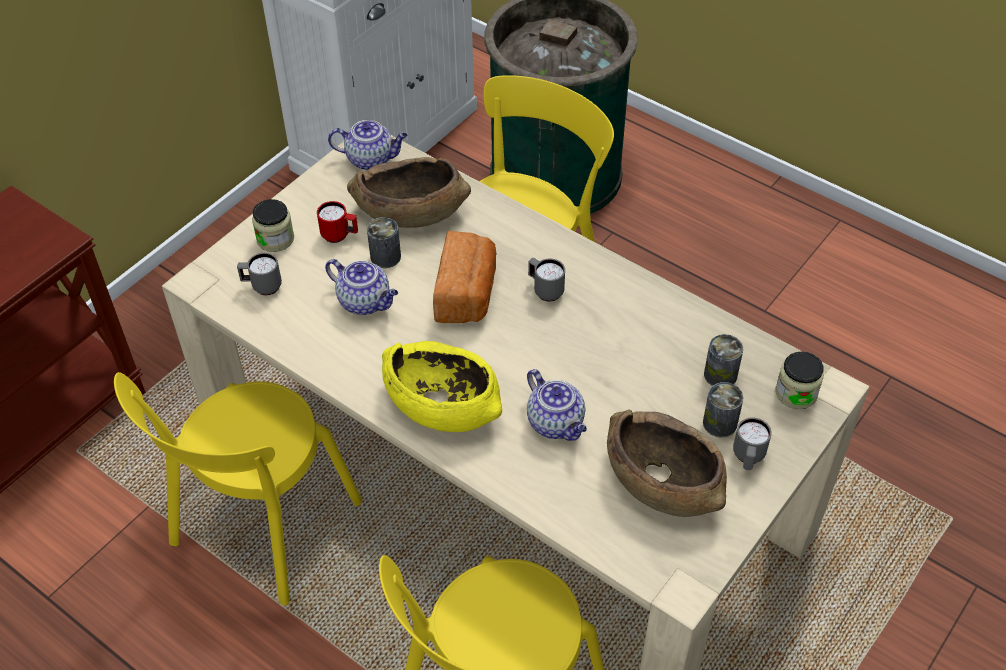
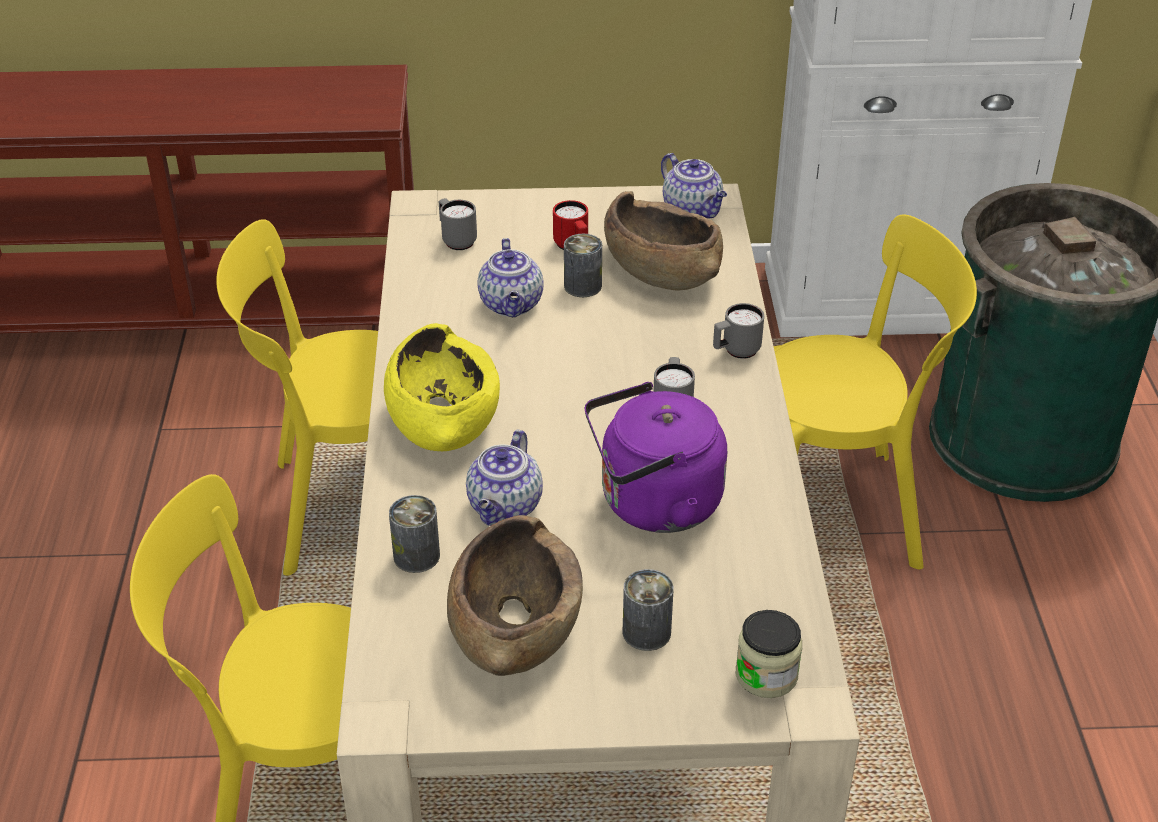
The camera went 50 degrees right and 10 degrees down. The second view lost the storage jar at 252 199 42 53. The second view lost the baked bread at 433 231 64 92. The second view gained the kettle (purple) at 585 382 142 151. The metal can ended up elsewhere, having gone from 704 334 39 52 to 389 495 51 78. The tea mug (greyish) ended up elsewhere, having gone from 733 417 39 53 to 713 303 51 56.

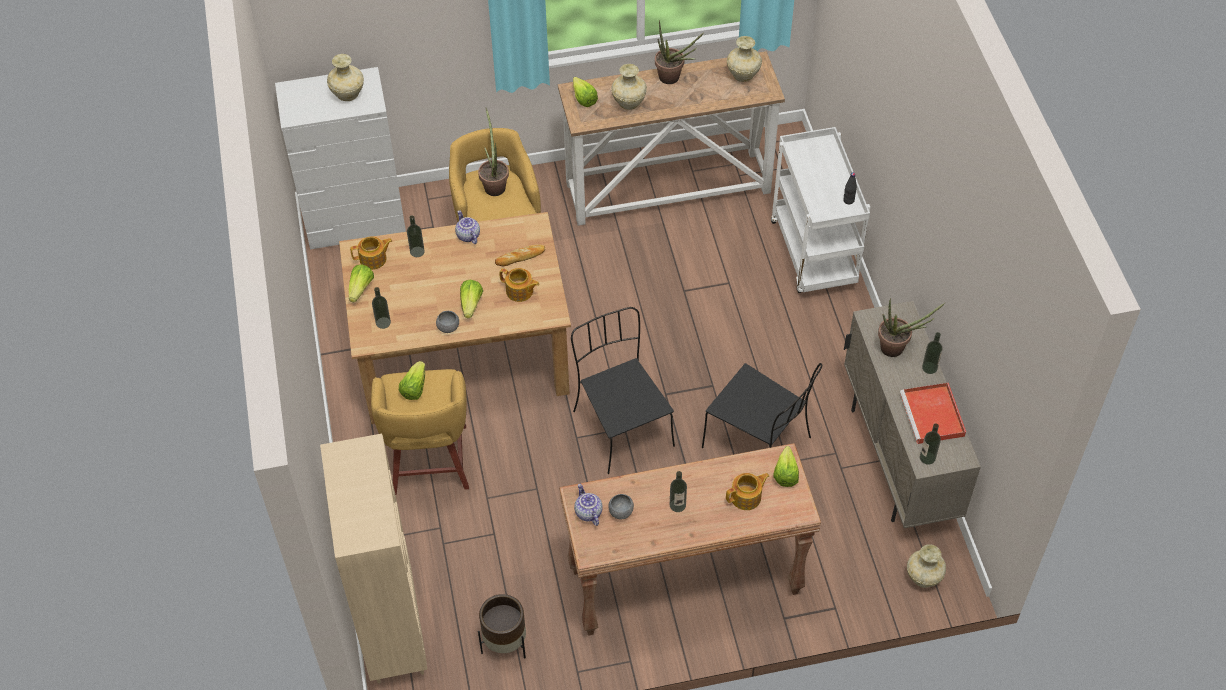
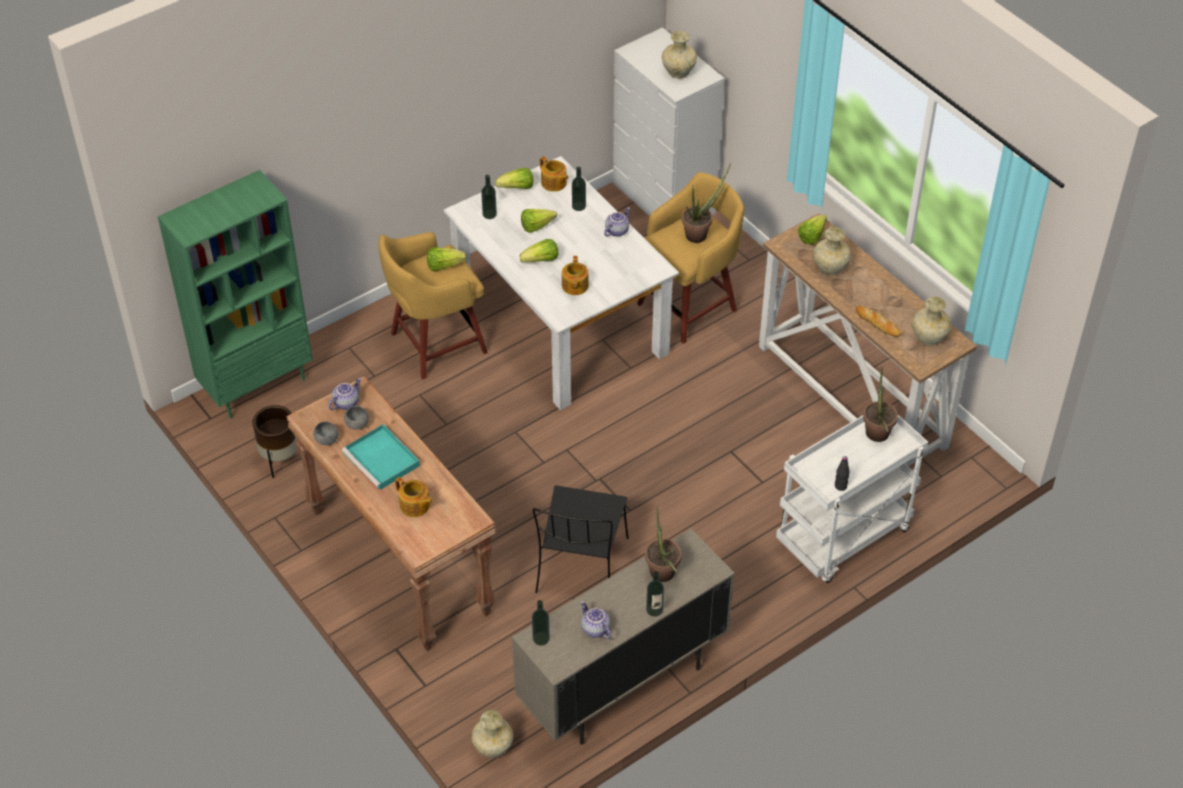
The camera went 65 degrees right and 5 degrees down. The second view lost the chair (black) at 571 307 104 167. The serving bowl (greyish) ended up elsewhere, having gone from 436 311 23 22 to 314 421 24 24. The baked bread ended up elsewhere, having gone from 495 245 50 22 to 856 305 46 32. The plant in a pot ended up elsewhere, having gone from 655 20 49 64 to 863 367 35 75. The head of lettuce ended up elsewhere, having gone from 773 446 26 41 to 521 209 36 24. Where the beverage bottle stood at 670 471 17 41, the tray (turquoise-coloured) came to stand at 342 424 78 67. Where the tray (red-coloured) stood at 900 383 66 61, the pot for tea came to stand at 580 601 31 38. What was the bookshelf (beige) at 320 434 107 249 turned into the bookshelf (green-coloured) at 158 170 155 248. What was the dining table (brown) at 339 212 232 212 turned into the dining table (white-coloured) at 443 156 236 254.

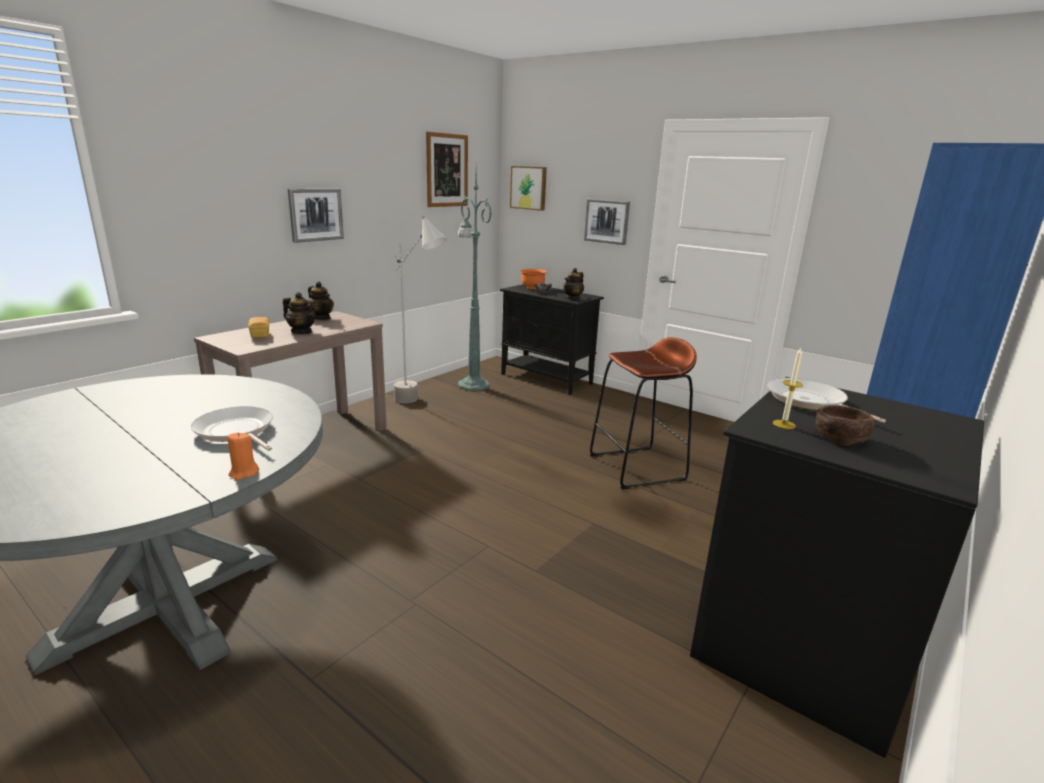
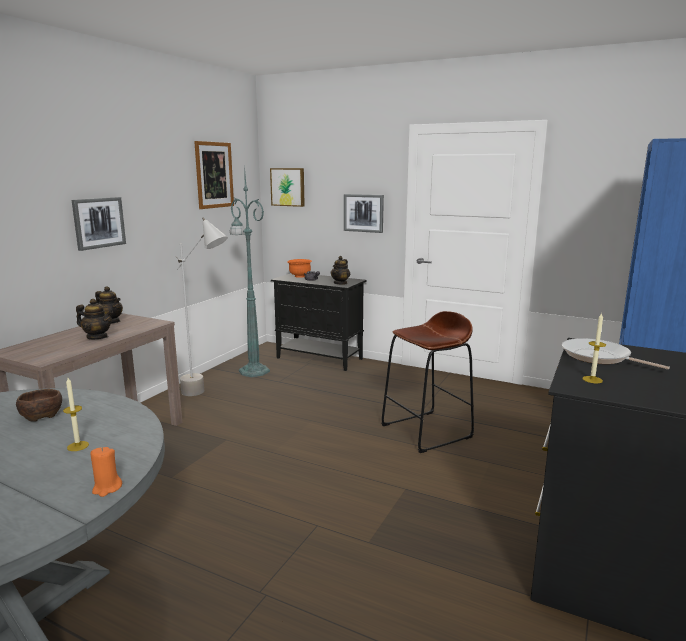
The camera went 10 degrees left and 5 degrees down. The second view lost the baked bread at 248 317 21 21. The serving bowl (brown) ended up elsewhere, having gone from 815 405 60 41 to 16 389 46 33. Where the frying pan stood at 191 406 82 45, the candle came to stand at 63 378 26 73.

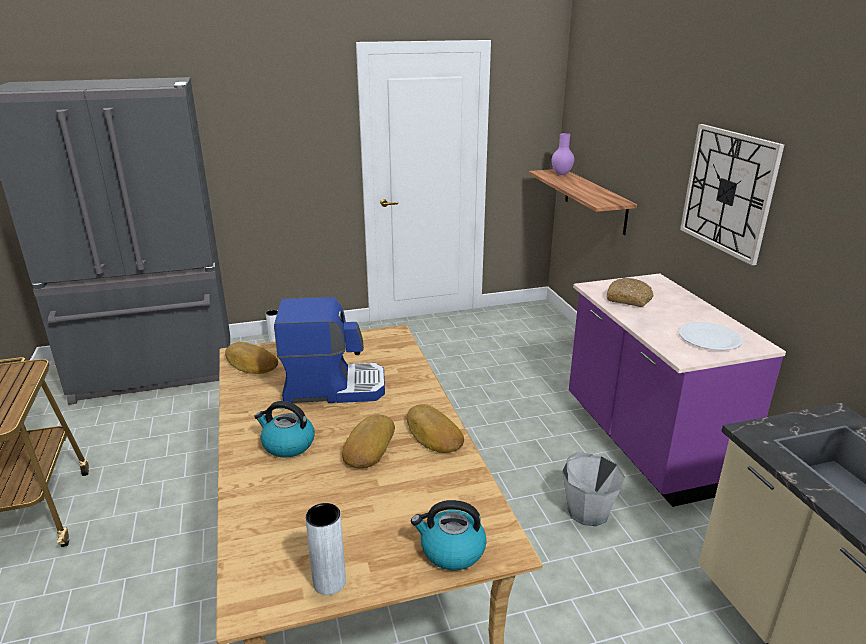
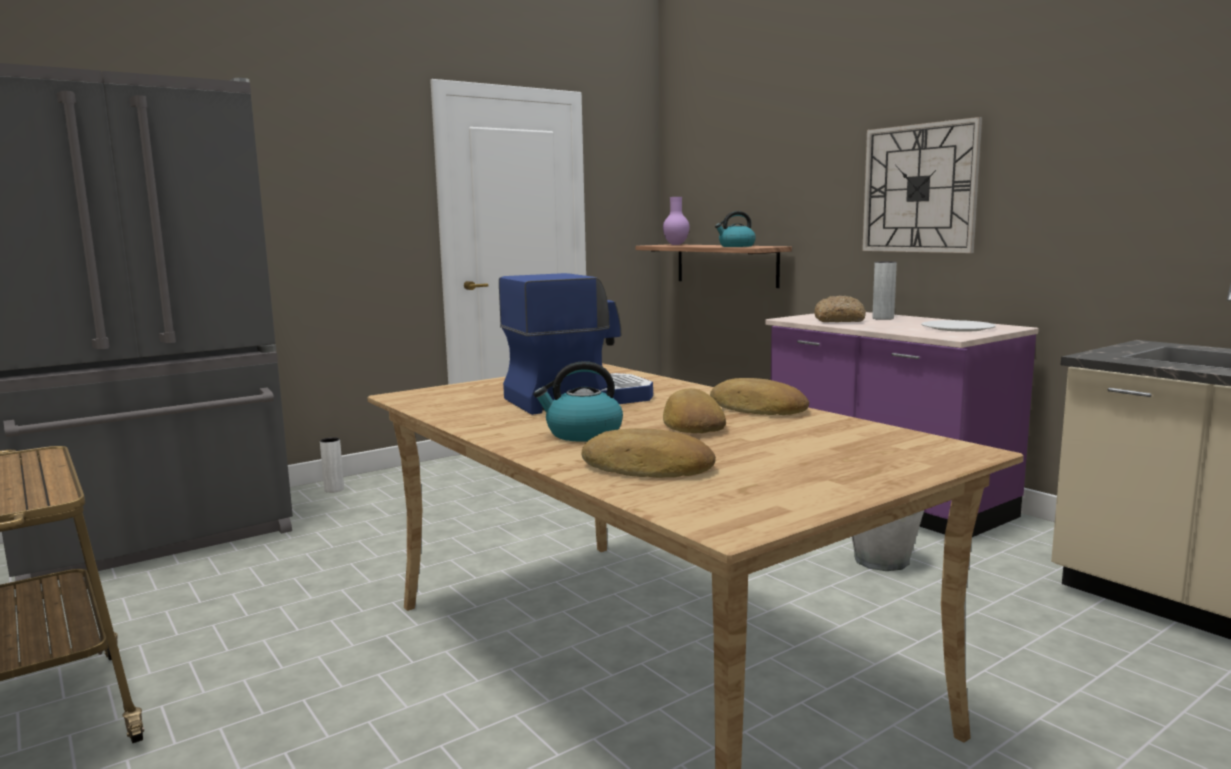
The camera went 20 degrees left and 15 degrees down. The baked bread ended up elsewhere, having gone from 225 342 53 32 to 582 428 134 50. The flower vase (greyish) ended up elsewhere, having gone from 305 503 41 92 to 872 261 25 59. The kettle ended up elsewhere, having gone from 411 500 76 71 to 715 211 41 36.

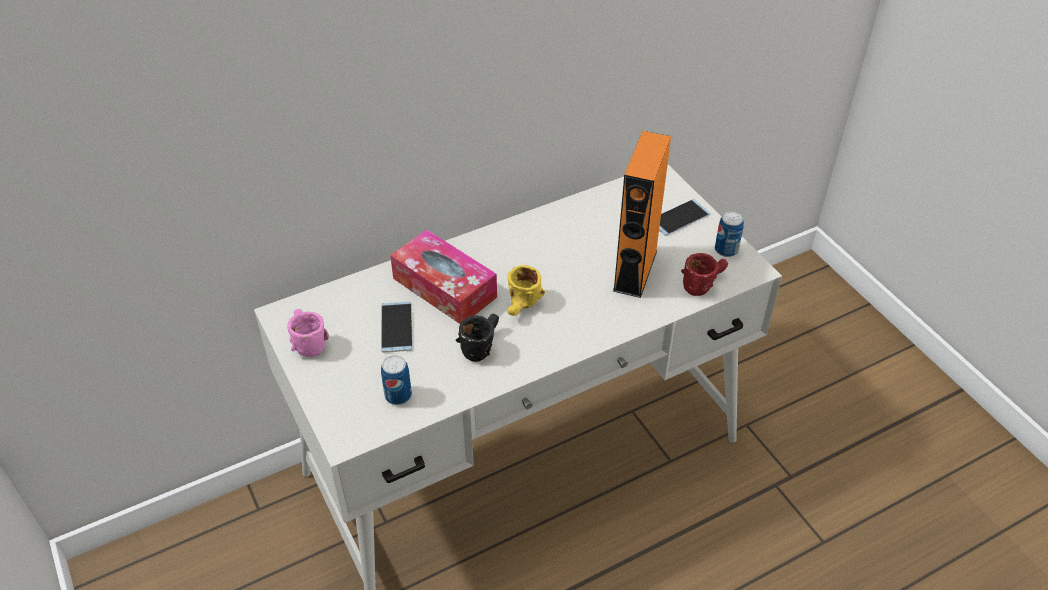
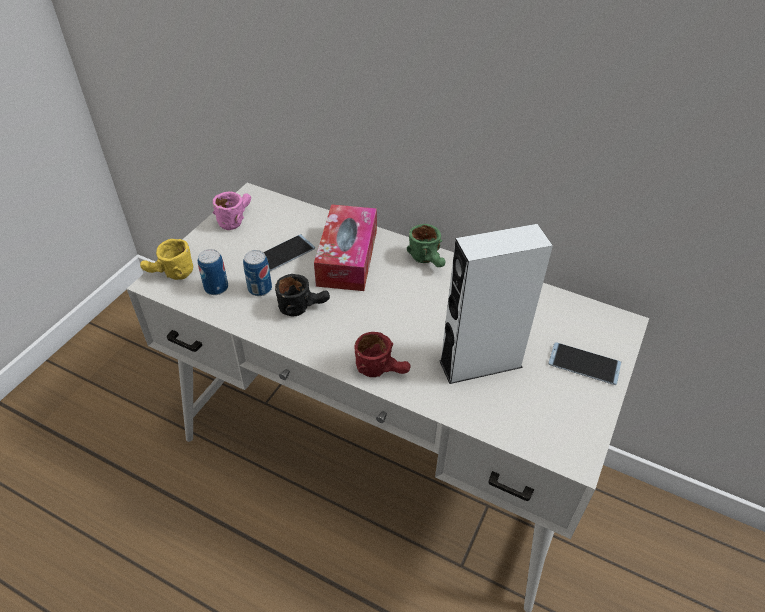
The camera went 55 degrees right and 0 degrees up. The second view gained the tea mug (green-coloured) at 407 224 38 43. The tea mug (yellow) ended up elsewhere, having gone from 507 265 38 51 to 140 239 53 41. The tea mug (red-coloured) ended up elsewhere, having gone from 681 253 47 43 to 354 332 56 45. The metal can ended up elsewhere, having gone from 715 212 29 45 to 243 250 29 46. What was the speaker (orangey) at 613 131 58 167 turned into the speaker (white-coloured) at 439 224 114 160.

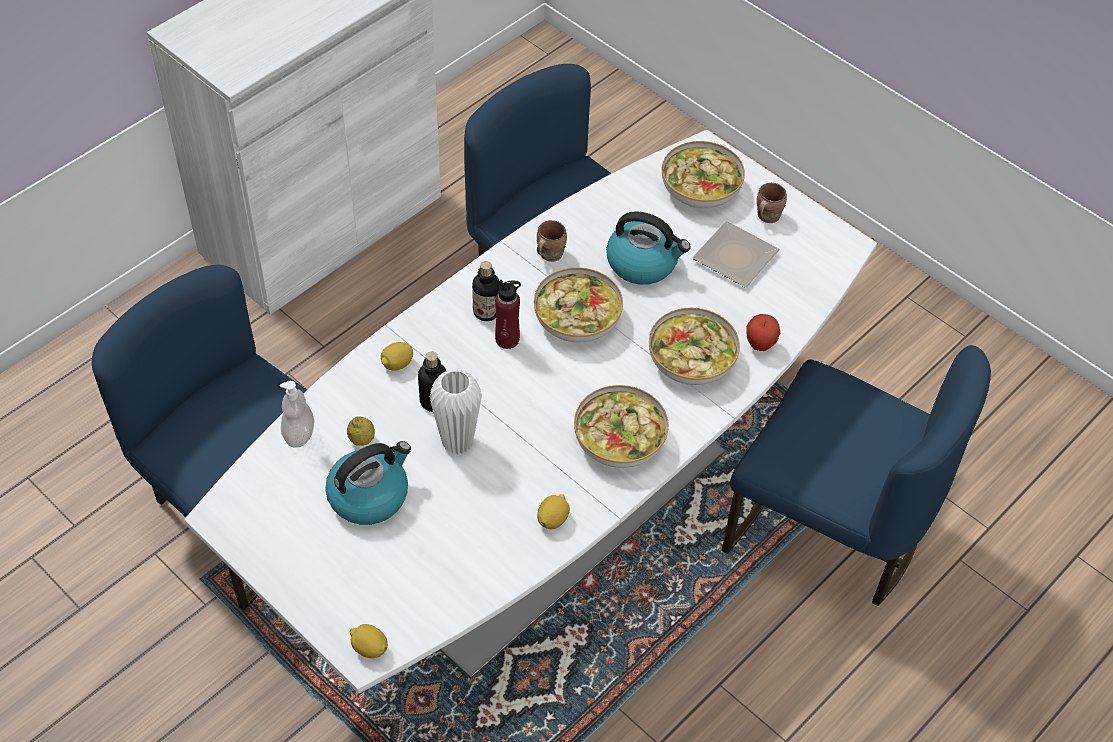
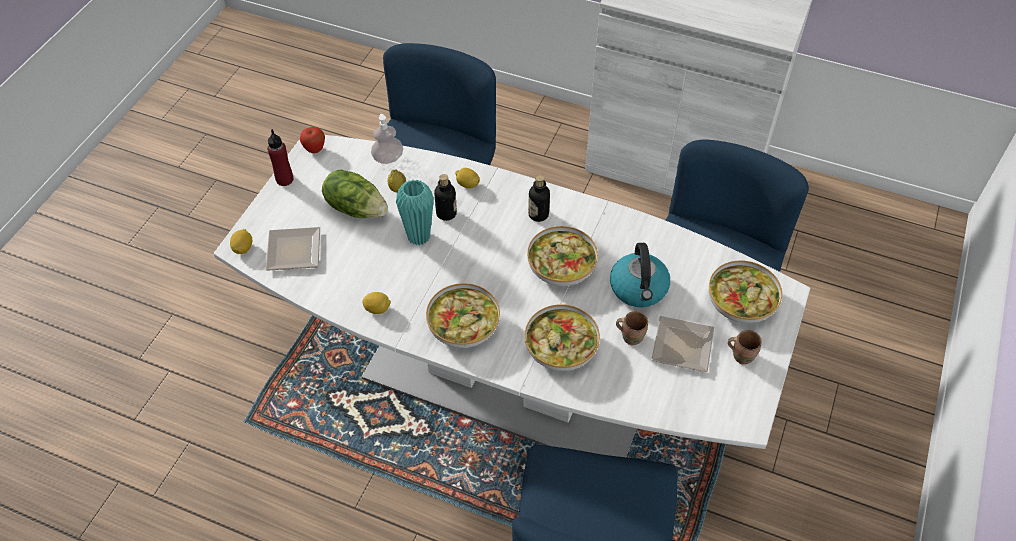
The camera went 70 degrees right and 0 degrees up. The second view gained the flat dish at 266 227 54 44. The beverage bottle (red-coloured) ended up elsewhere, having gone from 495 280 26 69 to 267 129 26 57. The tea mug (brown) ended up elsewhere, having gone from 537 220 30 42 to 616 311 32 34. The apple fruit ended up elsewhere, having gone from 746 314 34 37 to 300 127 25 26. Where the kettle stood at 325 441 86 84, the head of lettuce came to stand at 322 170 66 48. What was the flower vase (white-coloured) at 430 369 52 85 turned into the flower vase (turquoise-coloured) at 396 180 38 65.

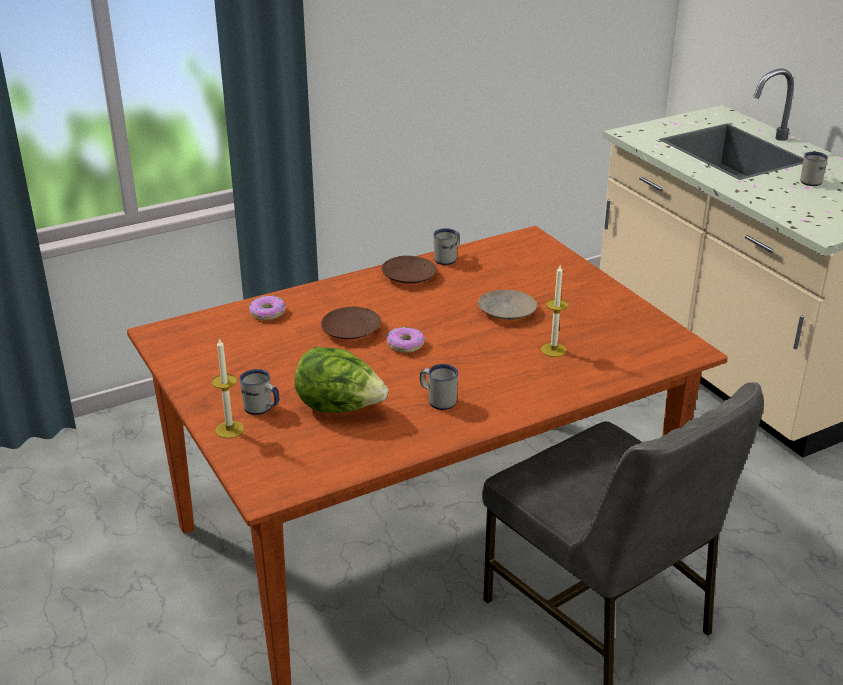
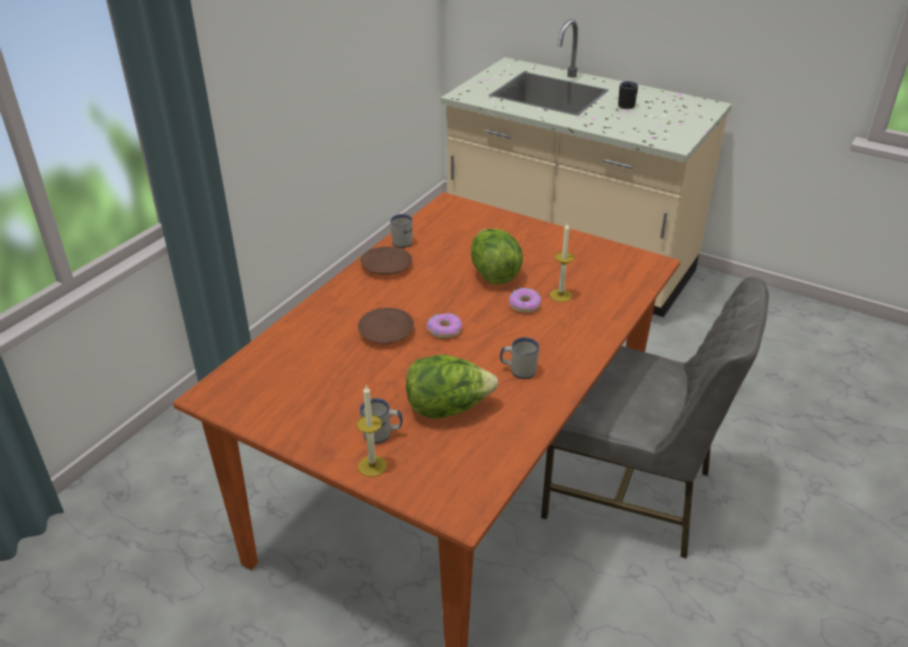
The camera went 30 degrees left and 5 degrees up. The donut ended up elsewhere, having gone from 249 295 37 25 to 509 287 32 26. Where the flat dish (beige) stood at 478 290 59 30, the head of lettuce came to stand at 471 229 52 56. What was the tea mug (white-coloured) at 800 152 28 34 turned into the tea mug (black) at 618 81 20 28.

